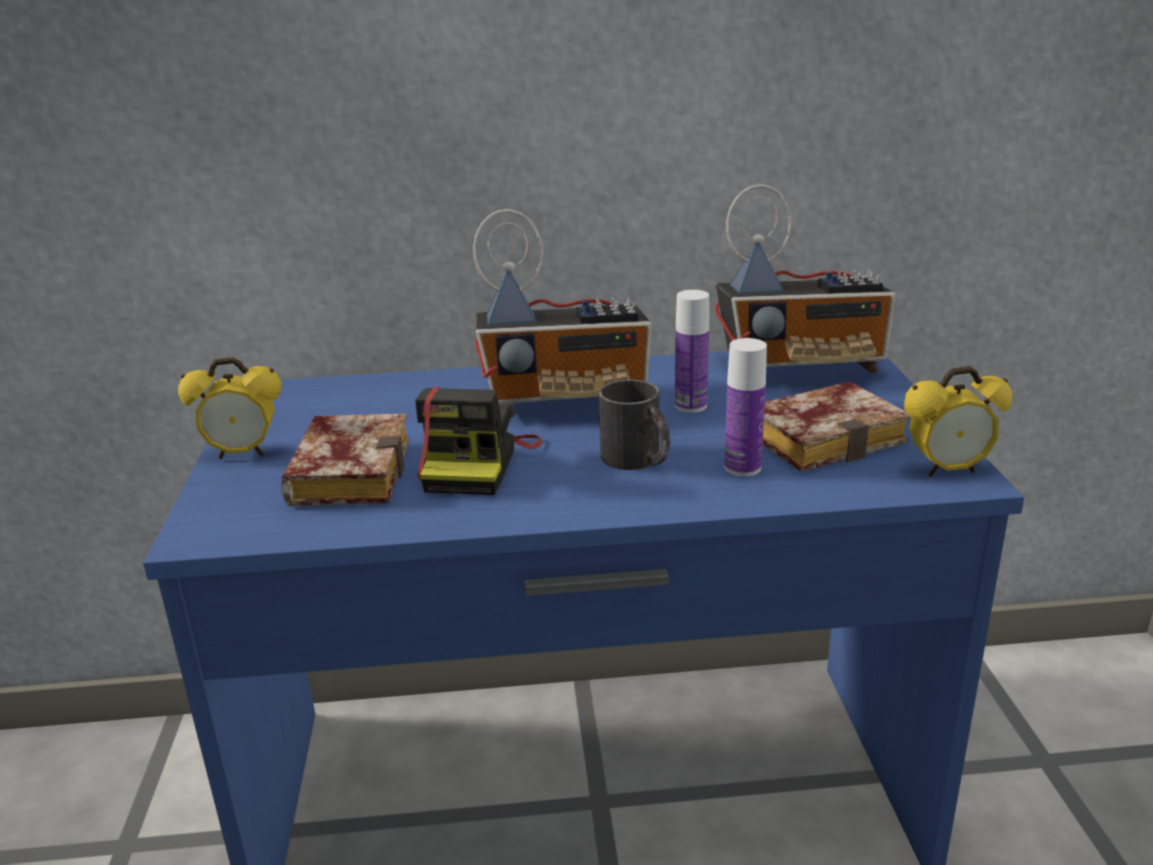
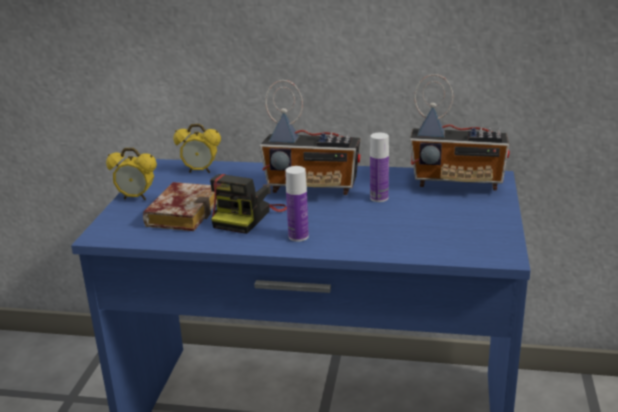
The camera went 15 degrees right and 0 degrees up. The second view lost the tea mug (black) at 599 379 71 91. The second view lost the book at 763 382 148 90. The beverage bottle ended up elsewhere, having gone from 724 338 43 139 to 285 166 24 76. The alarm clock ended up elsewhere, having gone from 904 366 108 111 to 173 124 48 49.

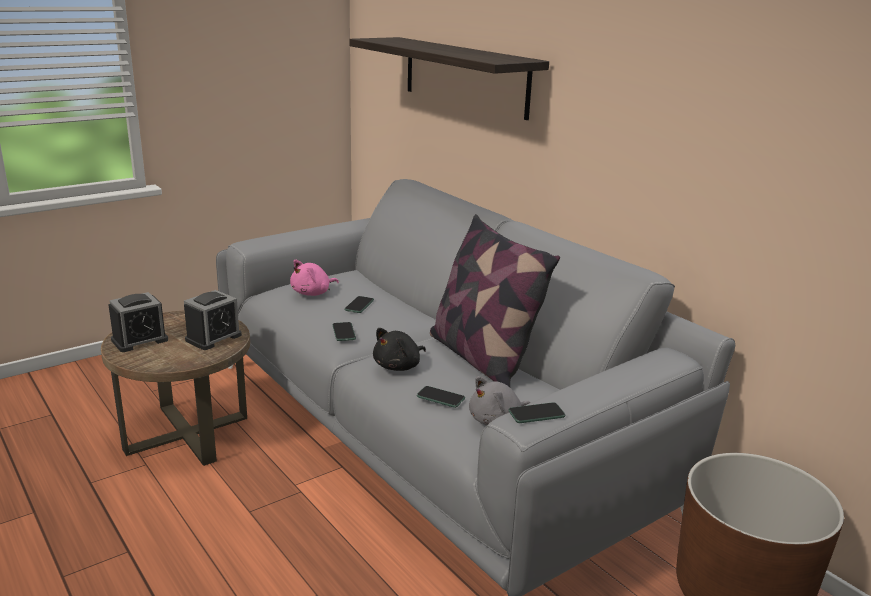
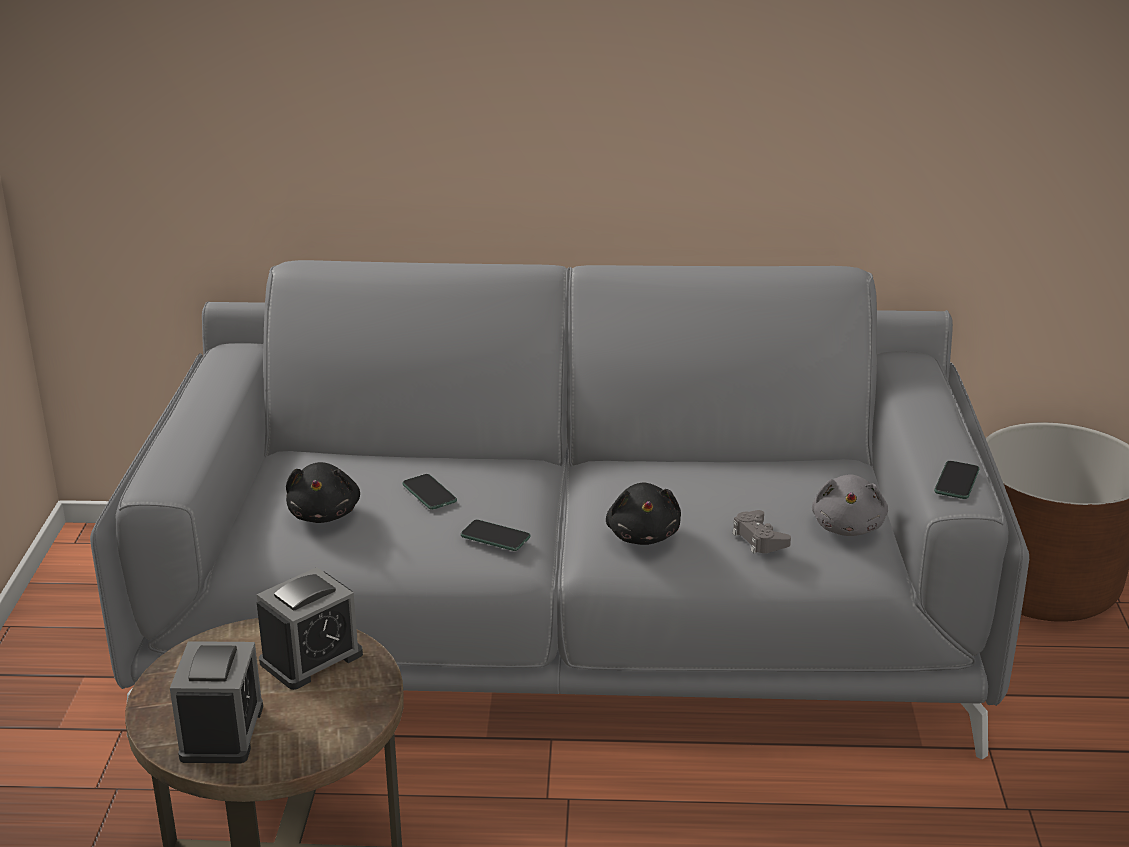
The camera went 50 degrees left and 5 degrees up. The second view lost the wall shelf at 349 37 200 83. The second view lost the throw pillow at 430 214 130 173. Where the telephone stood at 417 386 48 22, the gamepad (greyish) came to stand at 732 510 59 43. What was the plush toy (pinkish) at 290 260 49 36 turned into the plush toy (black) at 286 462 74 61. The alarm clock at 184 290 58 60 ended up facing another way, 60 degrees clockwise from before.

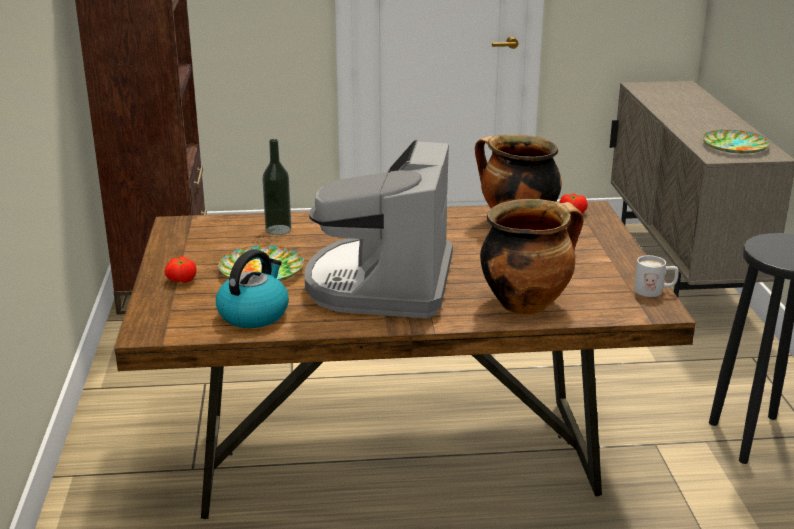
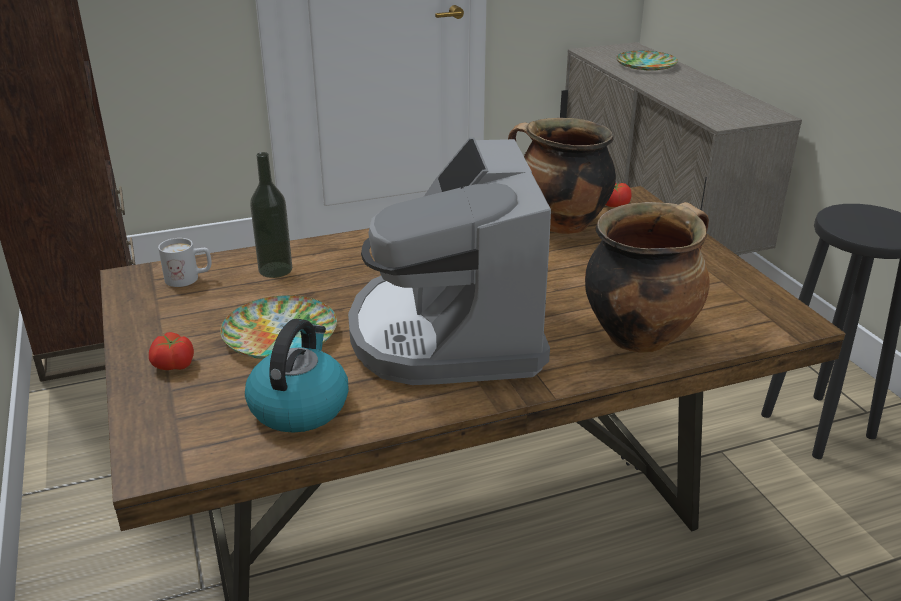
The camera went 15 degrees left and 5 degrees up. The tea mug (white-coloured) ended up elsewhere, having gone from 634 255 45 42 to 158 238 54 49. The flat dish ended up elsewhere, having gone from 702 130 68 24 to 616 51 62 19.

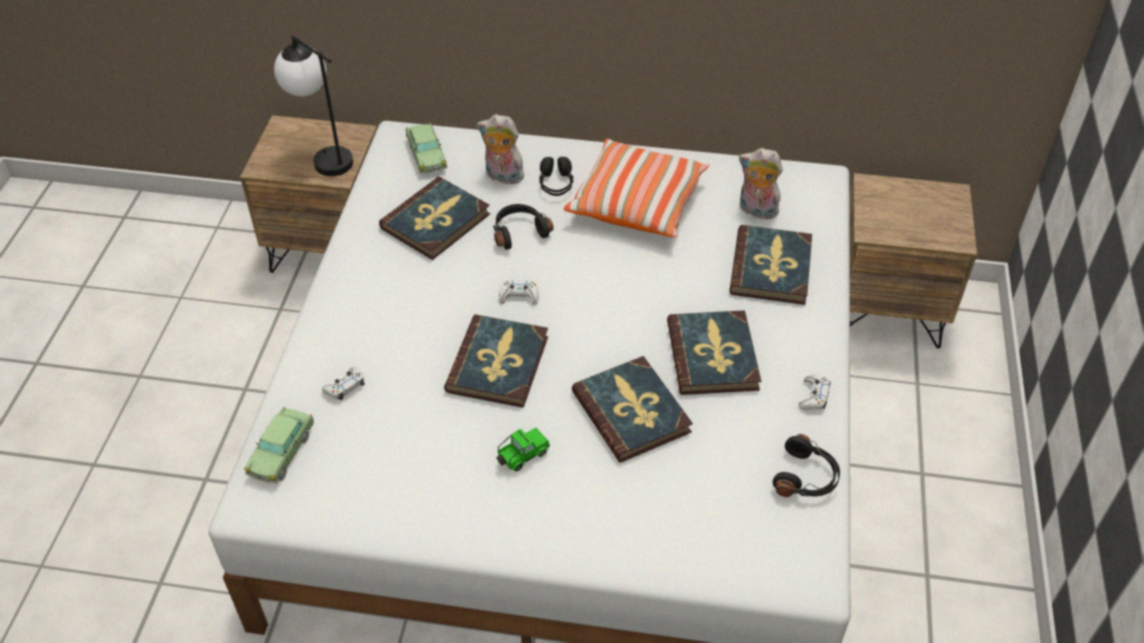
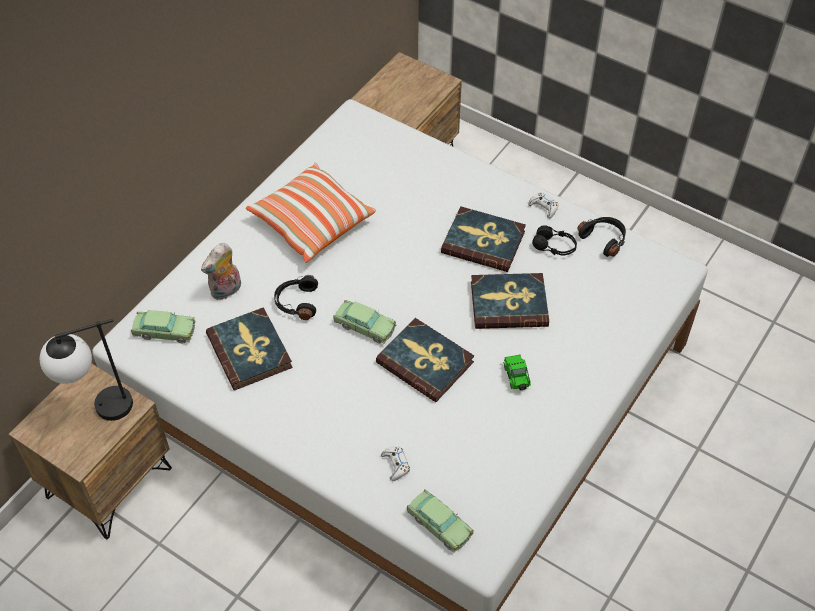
The camera went 65 degrees left and 5 degrees up. The second view lost the book at 730 225 82 80. The second view lost the plush toy at 739 148 44 71. The pair of headphones (black) ended up elsewhere, having gone from 539 157 34 39 to 532 225 45 31. Where the gamepad (white-coloured) stood at 499 280 39 25, the model car came to stand at 333 300 63 43.

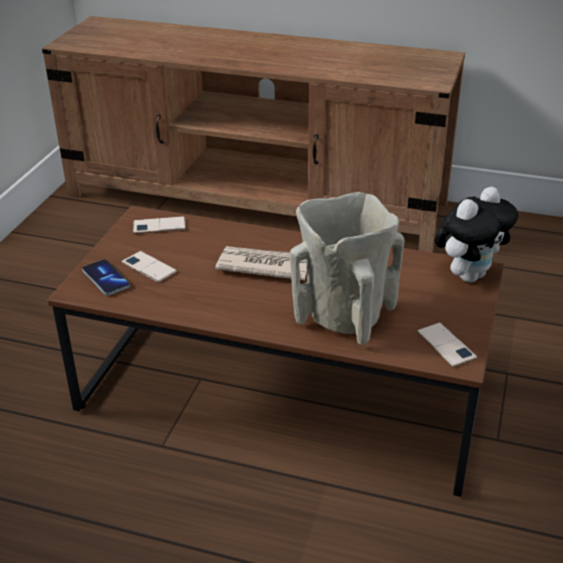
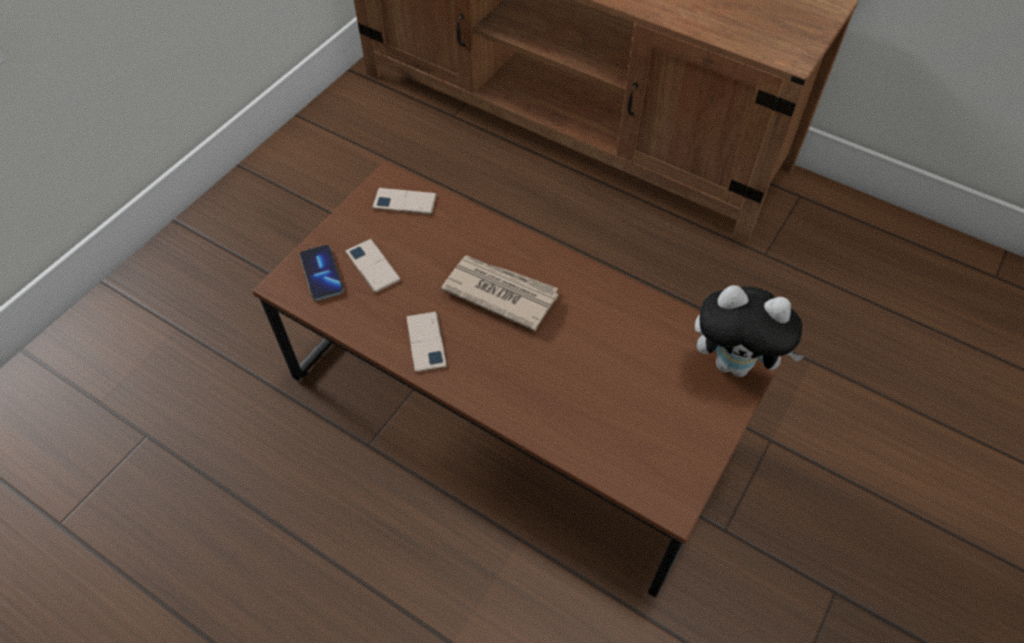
The camera went 15 degrees right and 20 degrees up. The second view lost the flower vase (beige) at 289 192 116 153. The telephone ended up elsewhere, having gone from 417 322 60 45 to 406 311 41 62. The plush toy at 434 187 84 95 ended up facing another way, 45 degrees clockwise from before.

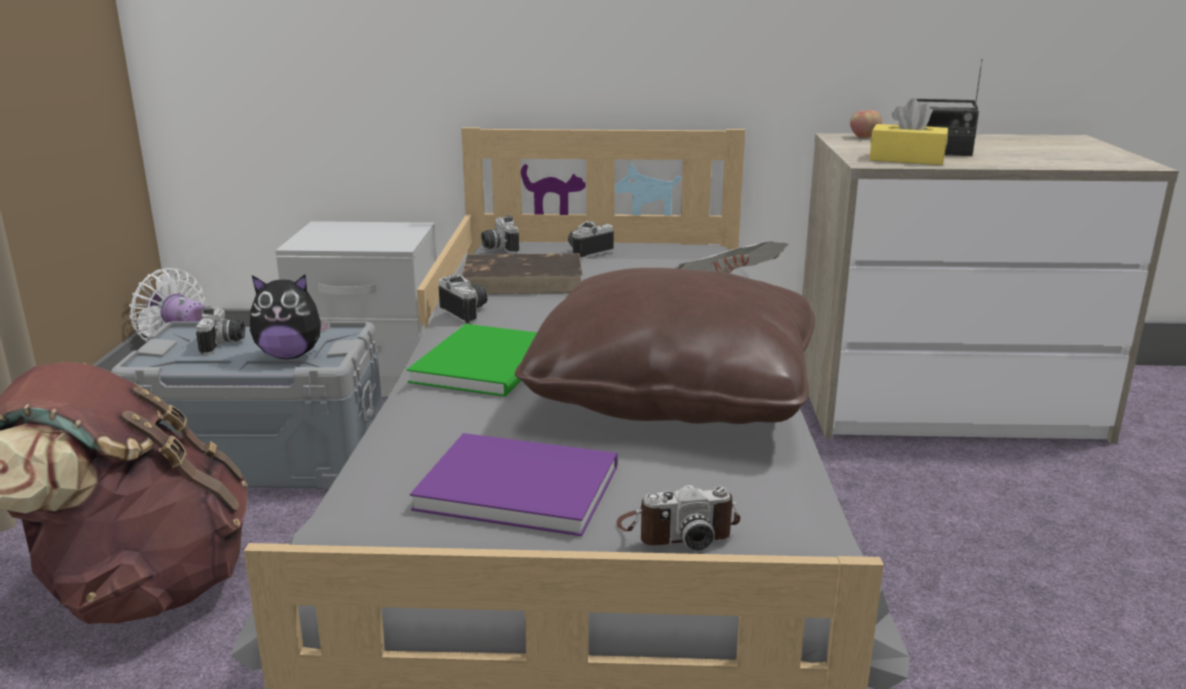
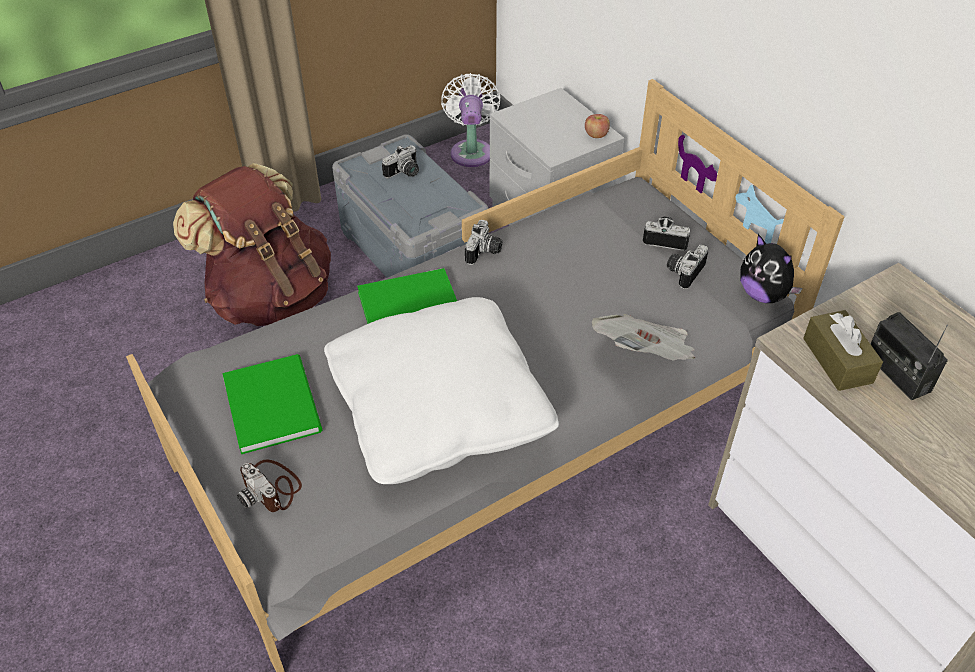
The camera went 55 degrees right and 25 degrees up. The second view lost the book (brown) at 462 253 120 41. The plush toy ended up elsewhere, having gone from 250 274 81 85 to 740 234 63 69. The still camera ended up elsewhere, having gone from 481 215 38 39 to 667 245 41 44. The apple fruit ended up elsewhere, having gone from 850 110 32 28 to 585 114 25 24. What was the book (purple) at 410 433 208 103 turned into the book (green-coloured) at 222 354 101 100. What was the throw pillow (brown) at 515 268 300 156 turned into the throw pillow (white-coloured) at 324 297 235 187. What was the box of tissues (yellow) at 869 98 79 67 turned into the box of tissues (brown) at 803 310 80 81.

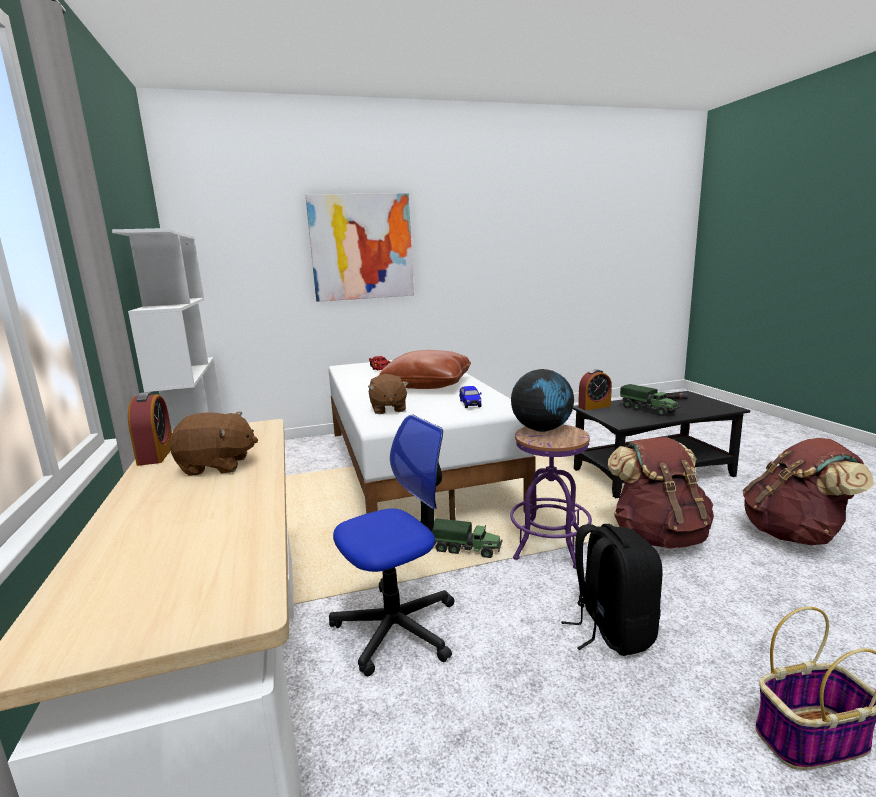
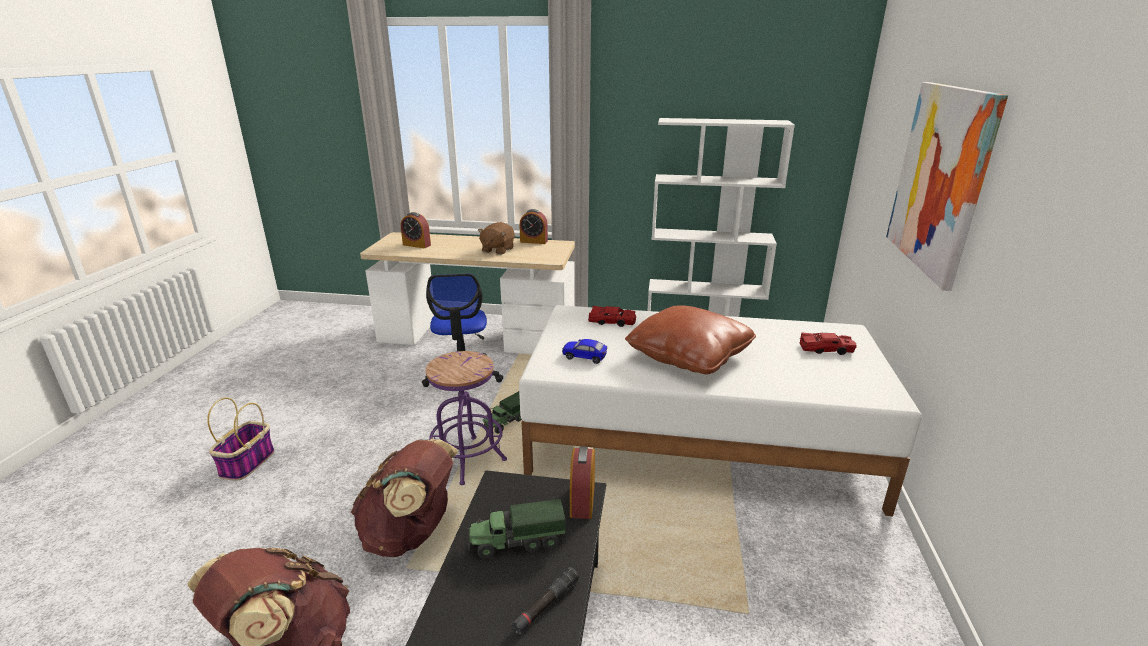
The camera went 115 degrees right and 10 degrees up. The second view lost the world globe at 511 369 63 63. The second view lost the knapsack (black) at 561 524 102 132. The second view gained the alarm clock at 401 212 30 36. Where the plush toy (brown) stood at 368 374 41 40, the model car (red-coloured) came to stand at 588 306 48 21.

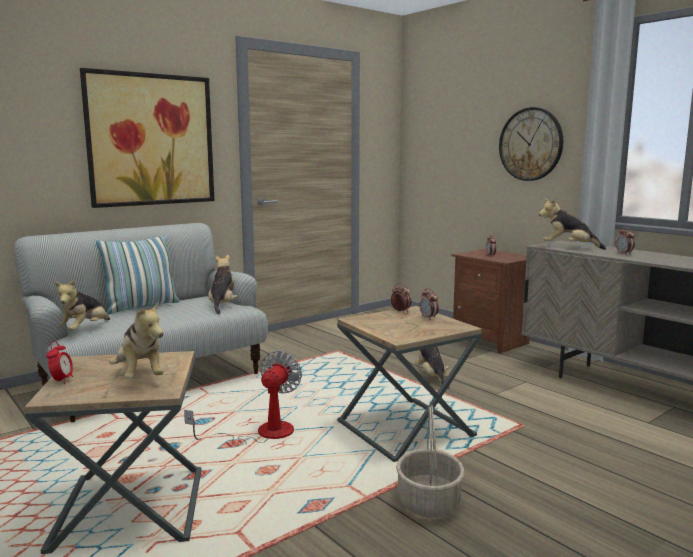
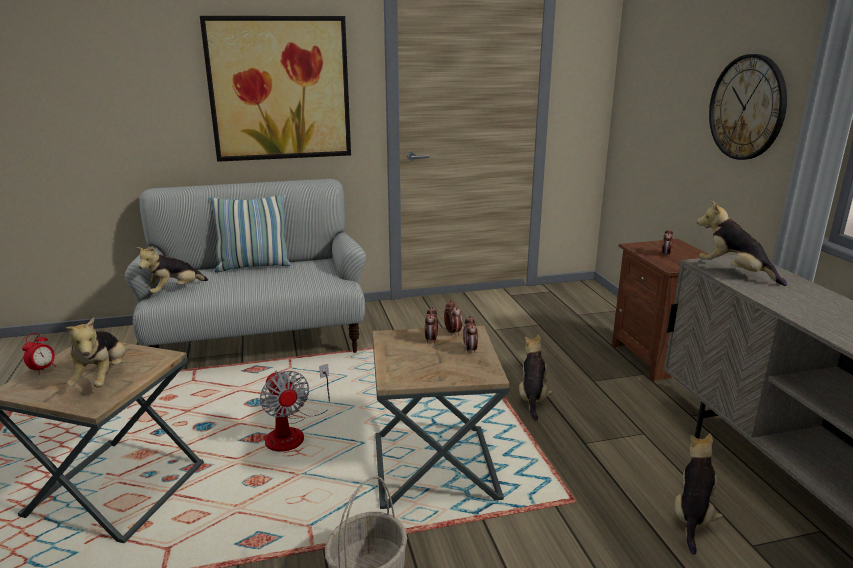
The camera went 25 degrees right and 10 degrees up. The plush toy ended up elsewhere, having gone from 208 255 30 59 to 675 433 48 122. The alarm clock ended up elsewhere, having gone from 615 227 20 28 to 425 306 13 37. The fan at 184 350 118 95 ended up facing another way, 105 degrees clockwise from before.

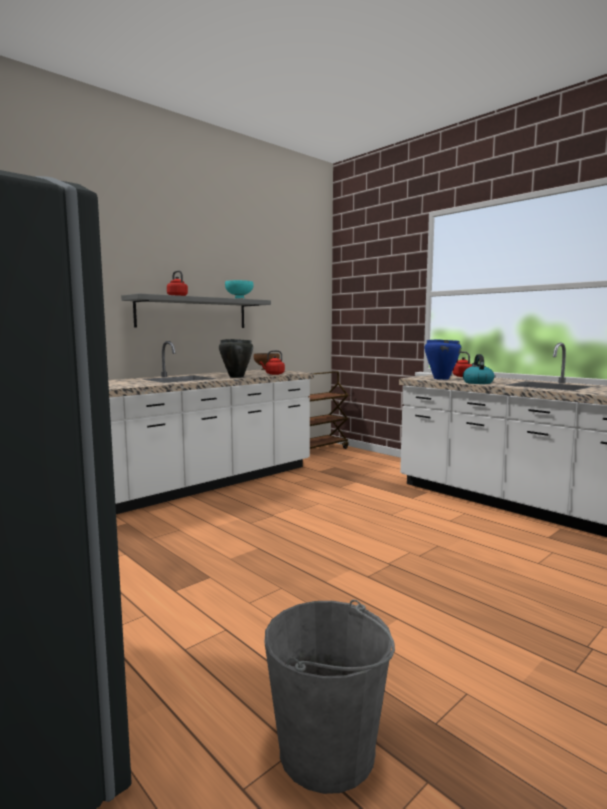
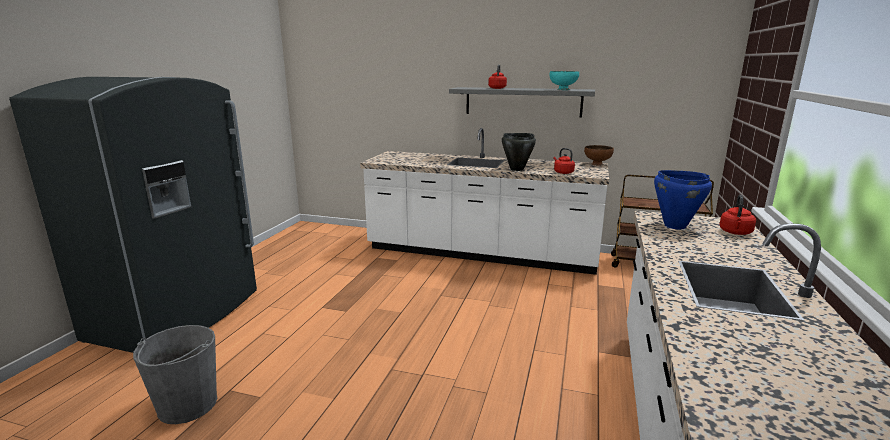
The camera went 60 degrees right and 10 degrees up. The second view lost the kettle at 463 354 31 30.

